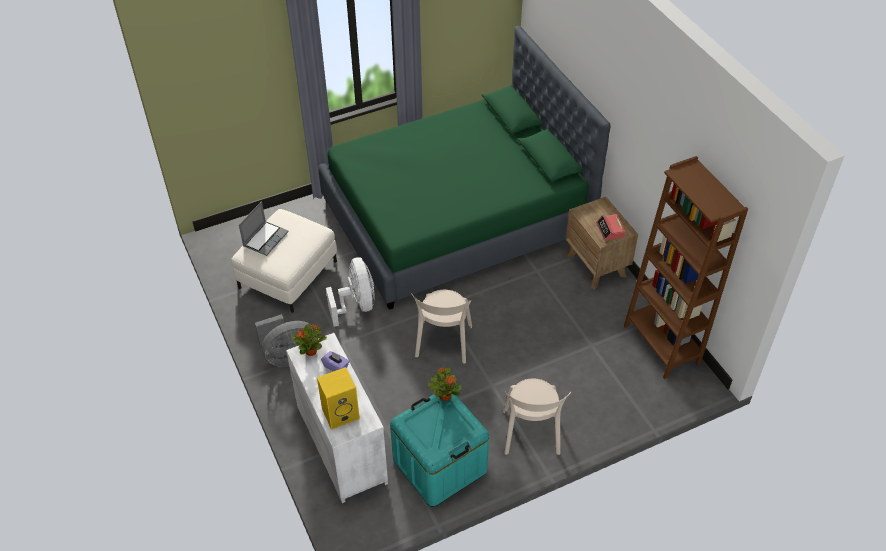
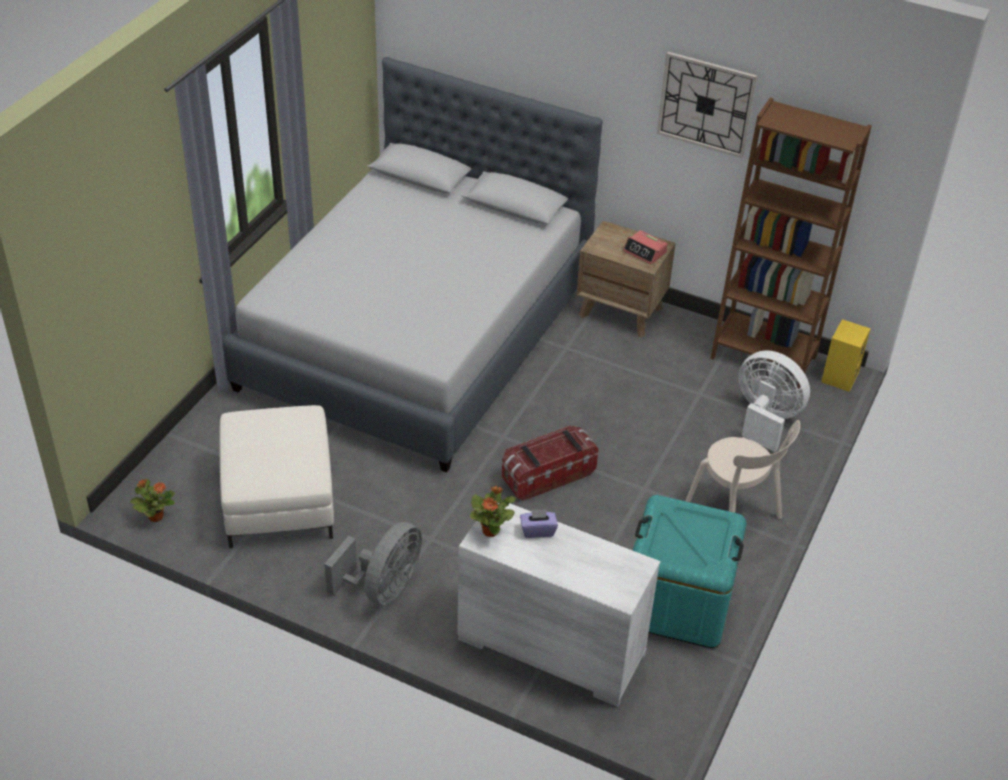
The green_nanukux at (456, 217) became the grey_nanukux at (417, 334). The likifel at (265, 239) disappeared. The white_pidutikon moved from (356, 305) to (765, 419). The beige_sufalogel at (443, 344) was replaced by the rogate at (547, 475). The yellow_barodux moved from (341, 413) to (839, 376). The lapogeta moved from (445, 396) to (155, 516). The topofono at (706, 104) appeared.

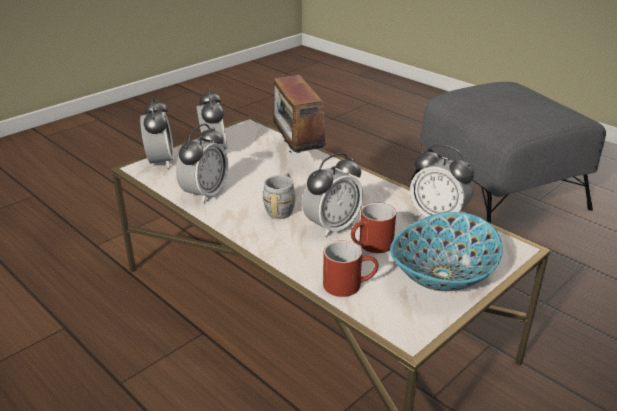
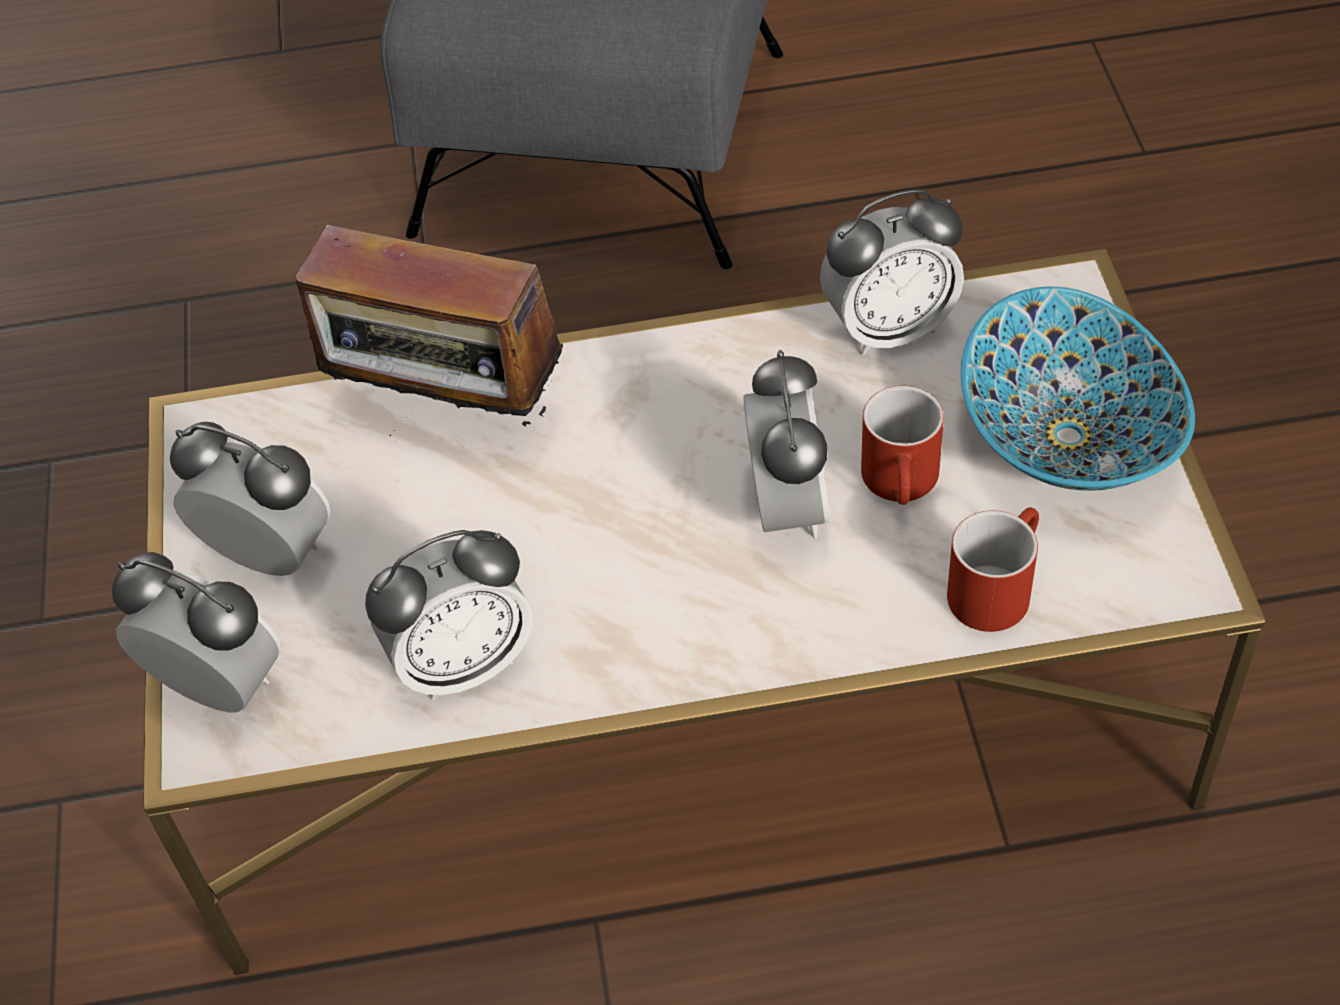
The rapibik at (205, 194) turned 90 degrees clockwise. The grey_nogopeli at (282, 208) disappeared.

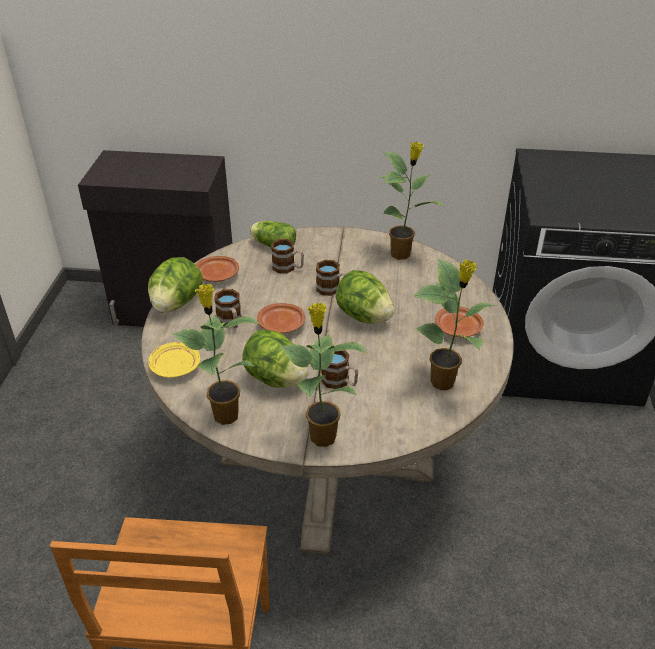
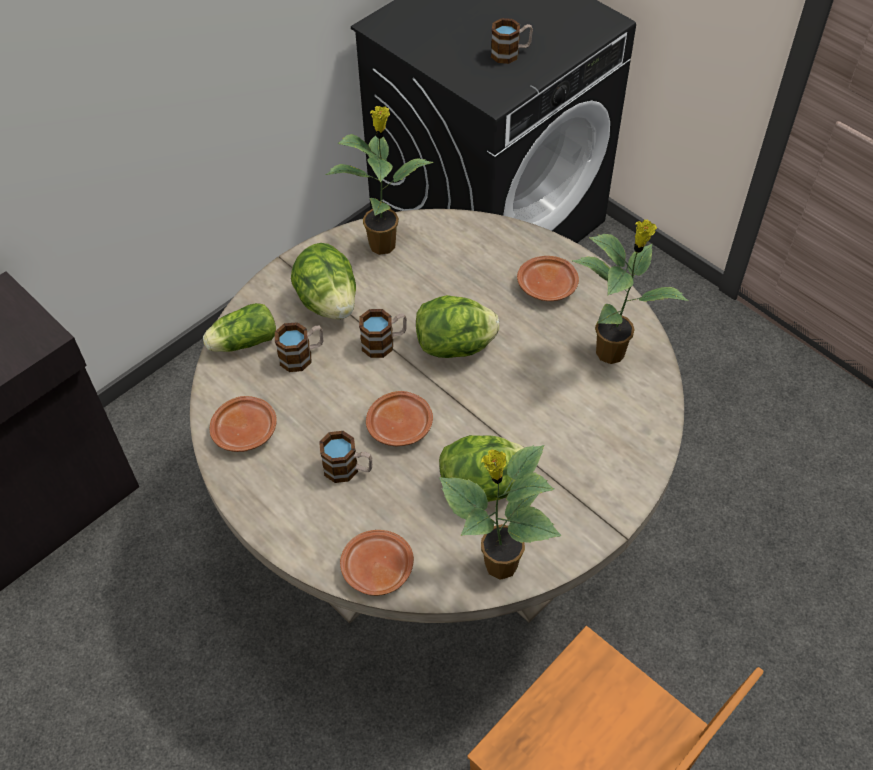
The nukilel moved from (176, 304) to (328, 302). The lapogeta at (322, 436) disappeared. The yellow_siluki at (175, 367) became the brown_siluki at (376, 569). The nogopeli moved from (340, 382) to (511, 53).

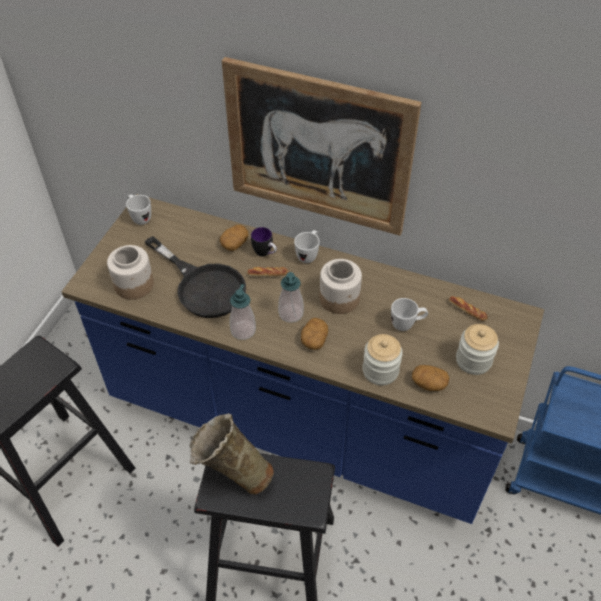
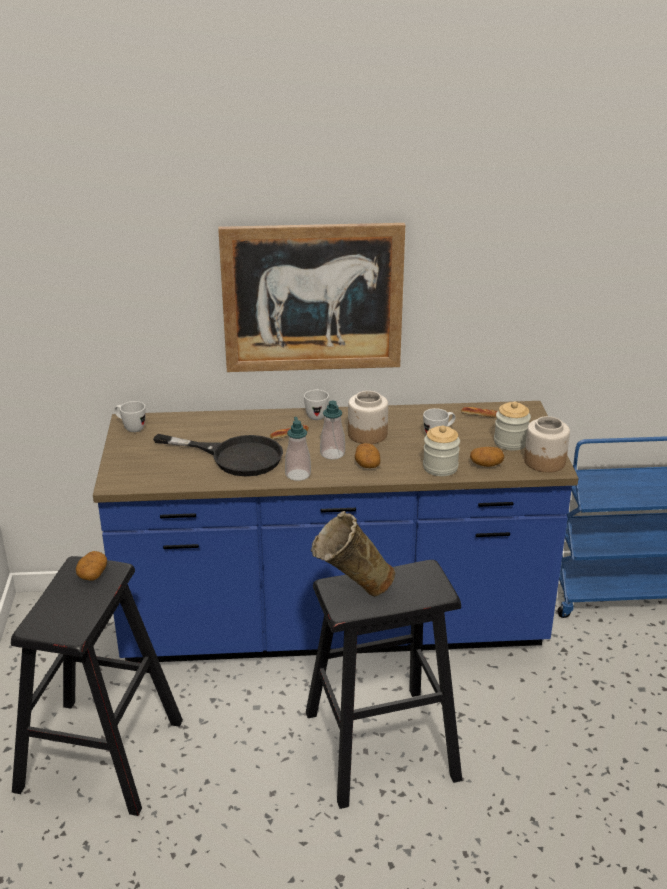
The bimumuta moved from (234, 243) to (92, 573). The nogopeli at (265, 254) disappeared. The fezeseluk moved from (134, 285) to (545, 462).

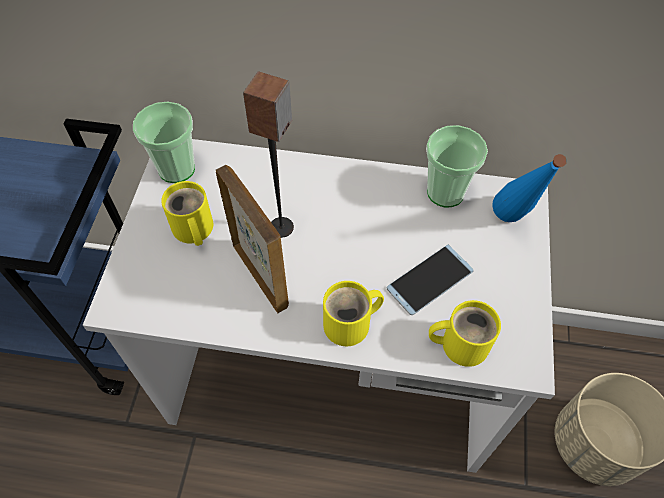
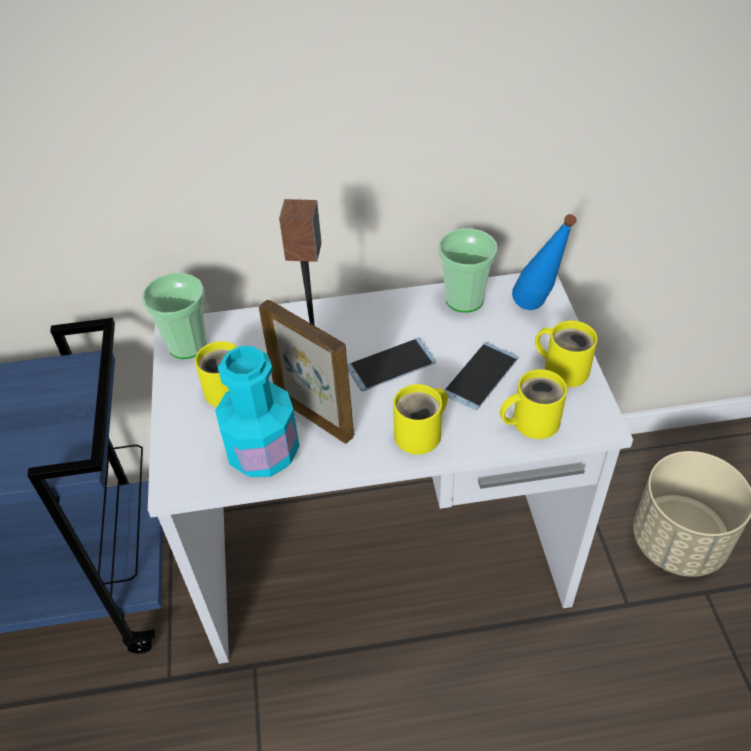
The yellow_nogopeli at (563, 368) appeared. The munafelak at (391, 365) appeared. The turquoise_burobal at (263, 452) appeared.

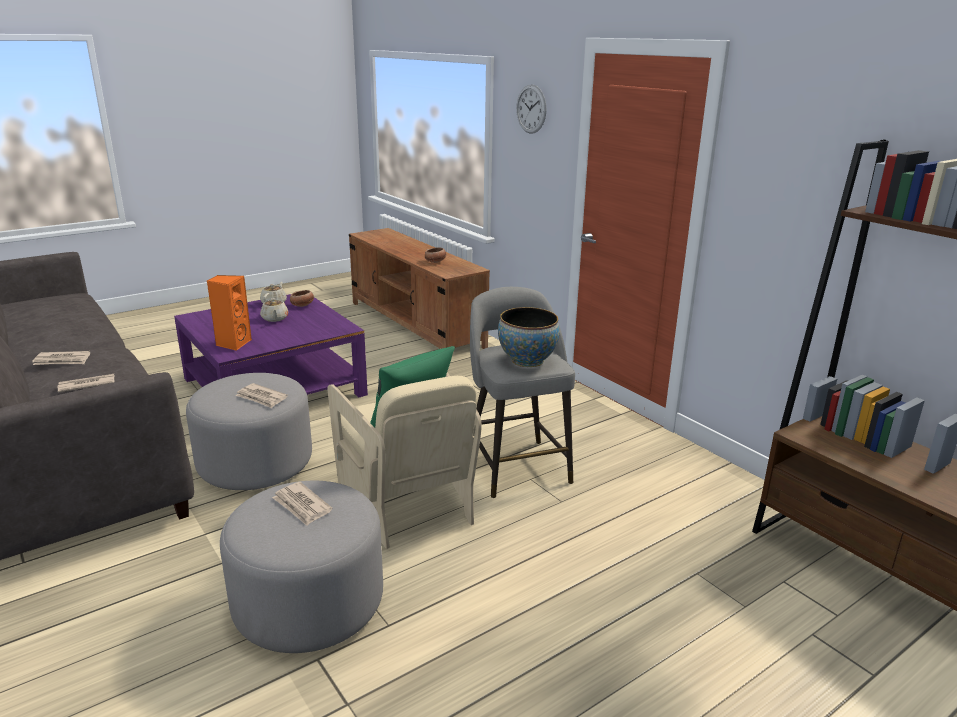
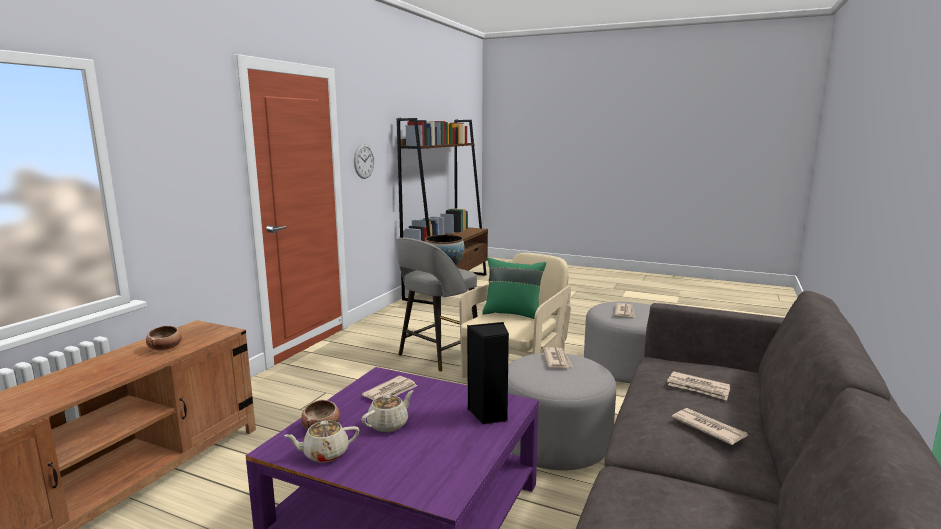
The topofono moved from (531, 109) to (364, 161). The orange_barodux at (233, 343) became the black_barodux at (489, 414). The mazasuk at (391, 392) appeared.

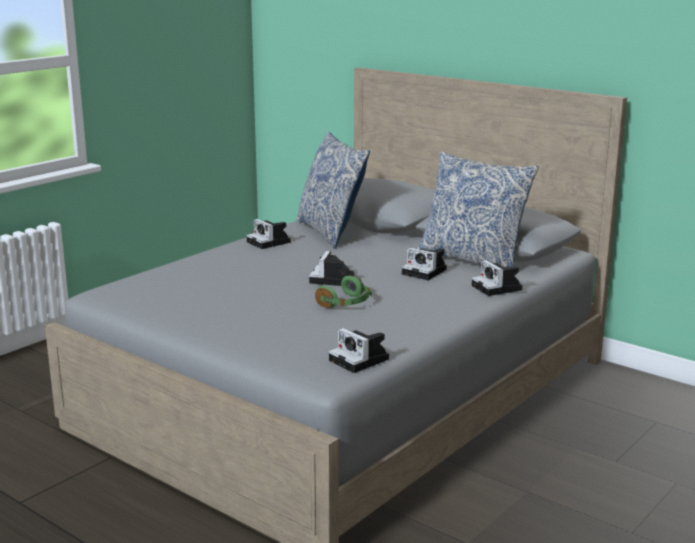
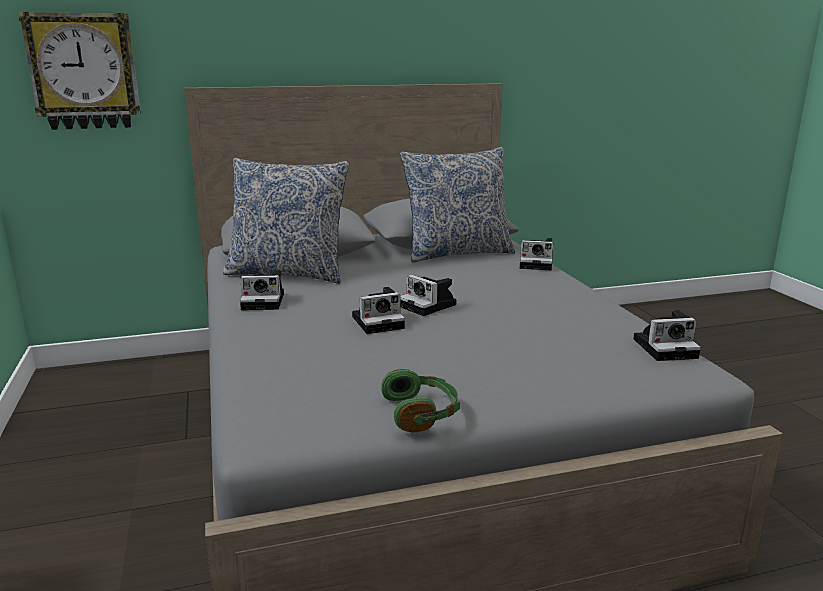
The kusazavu moved from (426, 272) to (379, 322). The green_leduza moved from (346, 303) to (421, 412). The topofono at (84, 72) appeared.

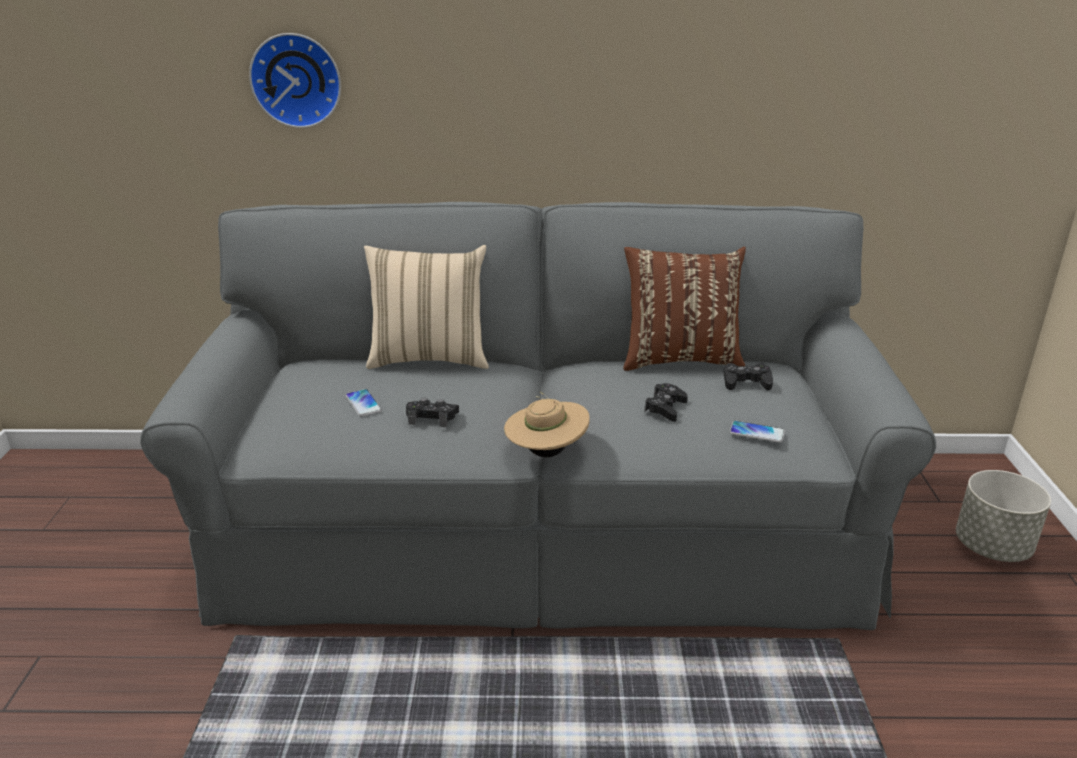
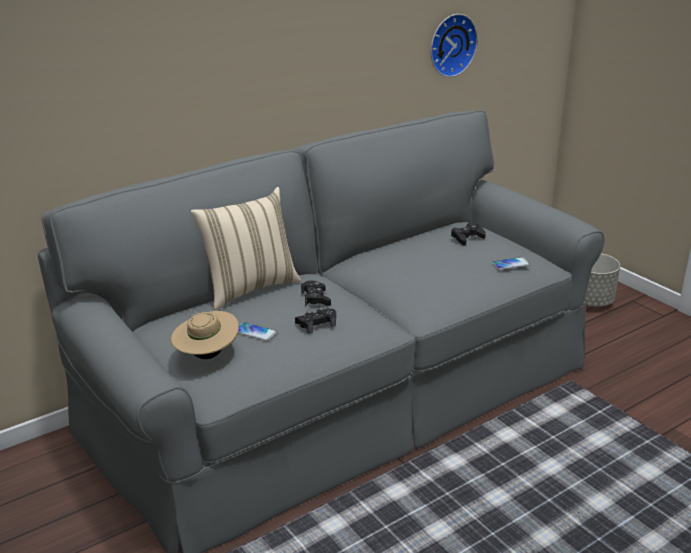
The topofono moved from (297, 80) to (450, 44). The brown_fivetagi at (680, 359) disappeared. The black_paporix moved from (665, 408) to (315, 298). The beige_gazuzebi moved from (546, 452) to (207, 355).

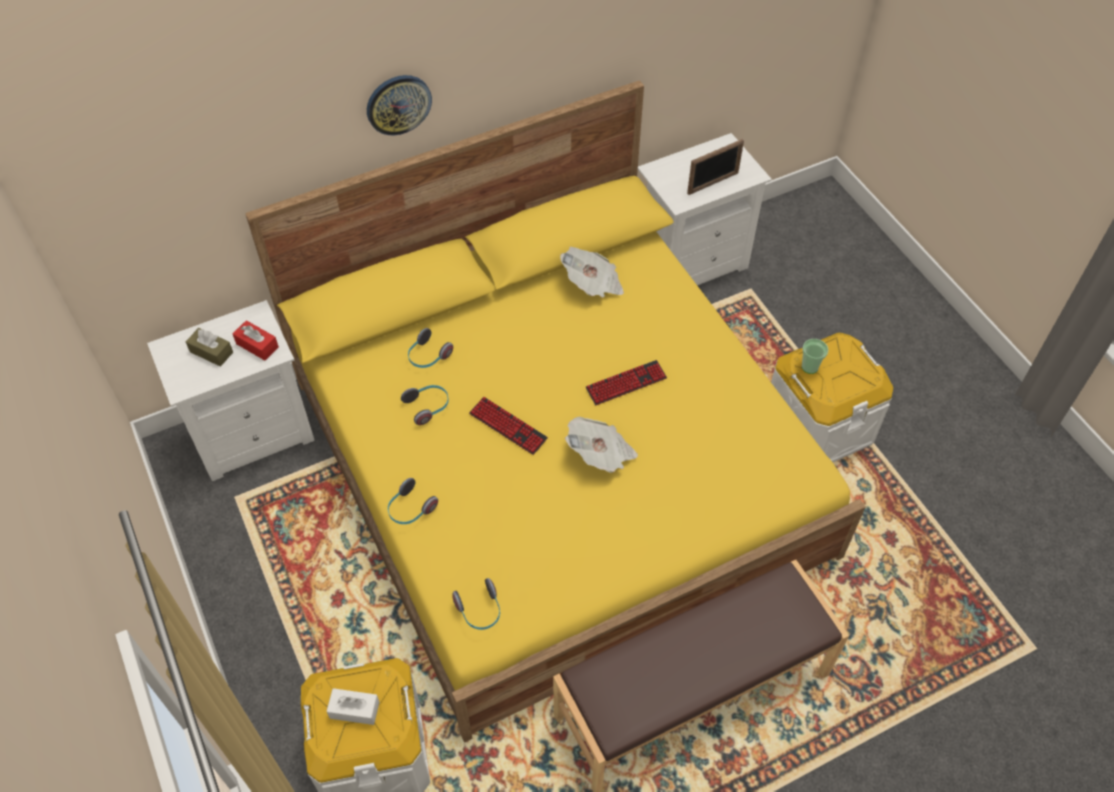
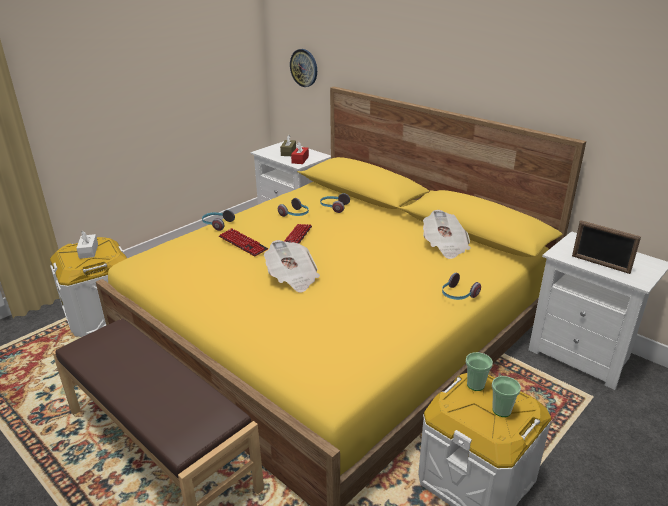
The topofono moved from (398, 104) to (304, 68). The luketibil moved from (626, 383) to (243, 243). The leduza moved from (480, 611) to (457, 295). The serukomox at (501, 410) appeared.

